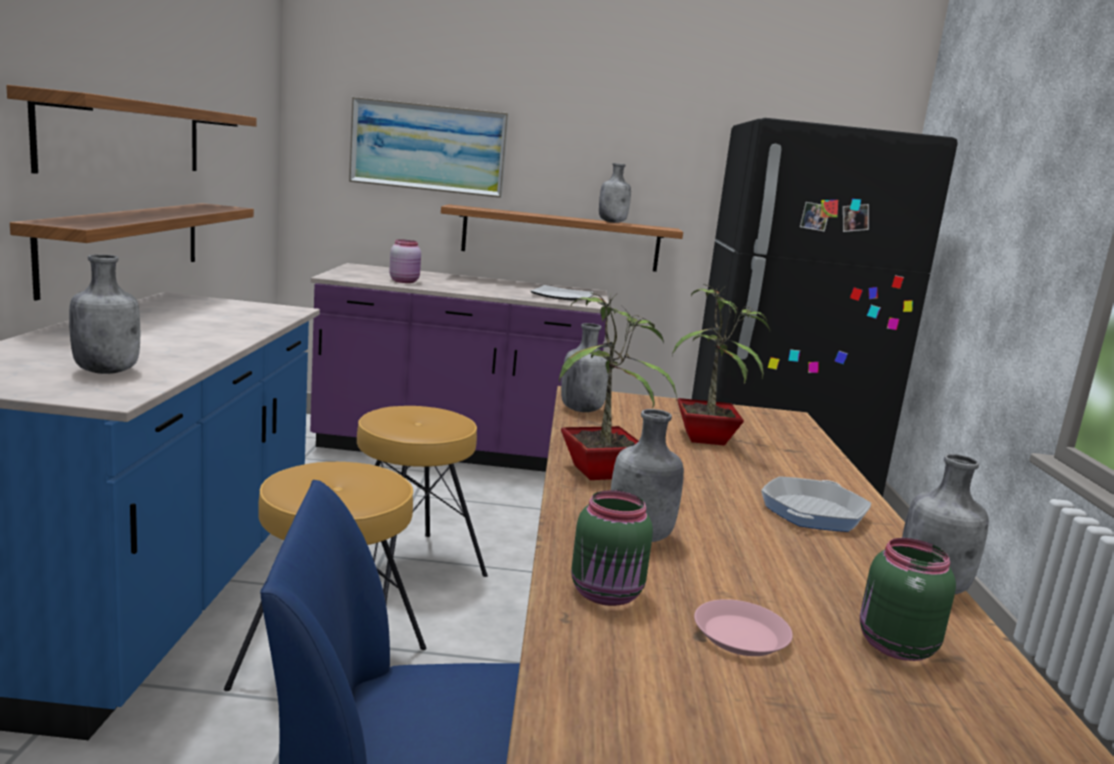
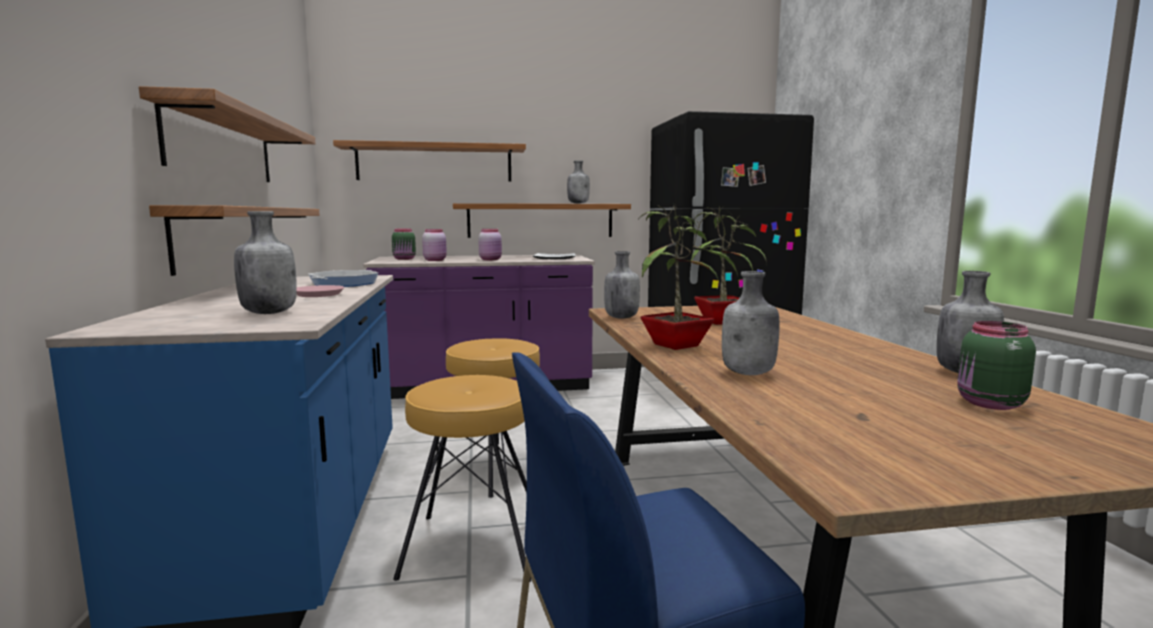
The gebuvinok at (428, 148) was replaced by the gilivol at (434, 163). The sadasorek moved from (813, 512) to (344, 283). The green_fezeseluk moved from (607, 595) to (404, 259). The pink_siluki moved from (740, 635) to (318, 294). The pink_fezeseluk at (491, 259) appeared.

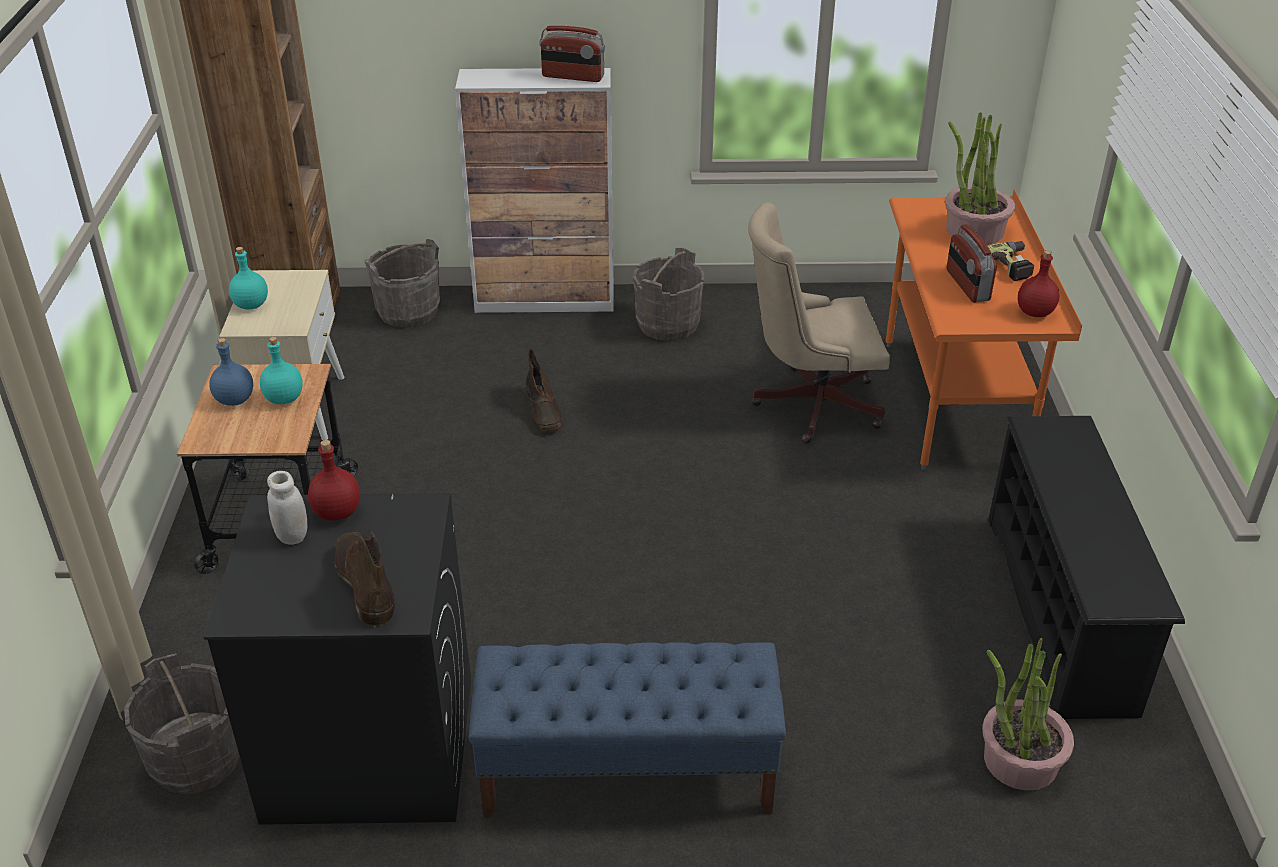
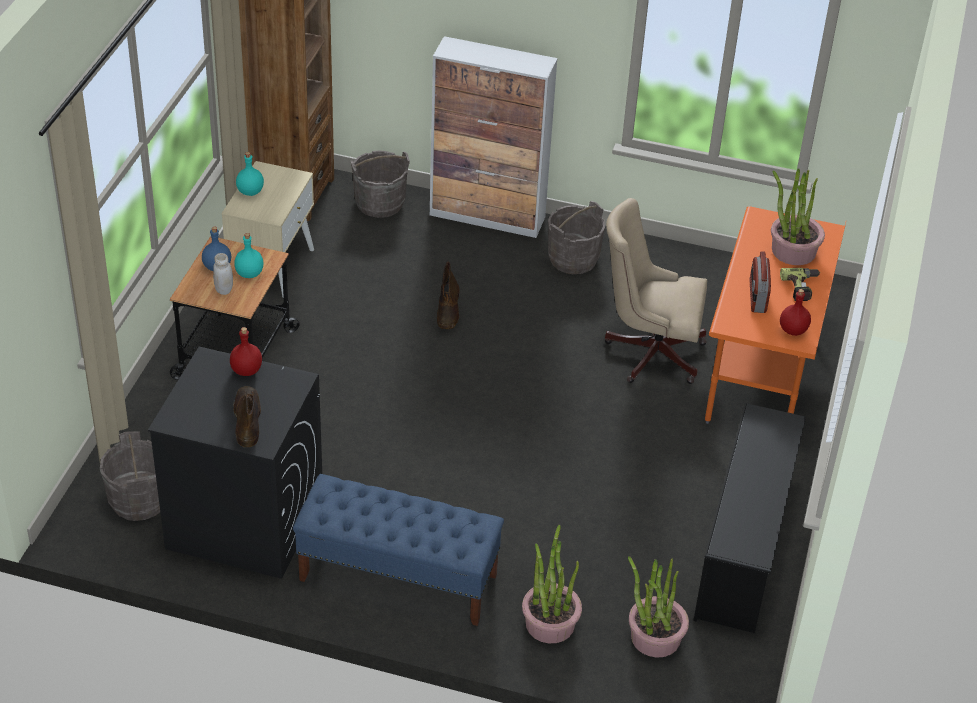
The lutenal at (573, 77) disappeared. The white_fezeseluk moved from (292, 536) to (224, 289). The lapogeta at (550, 623) appeared.

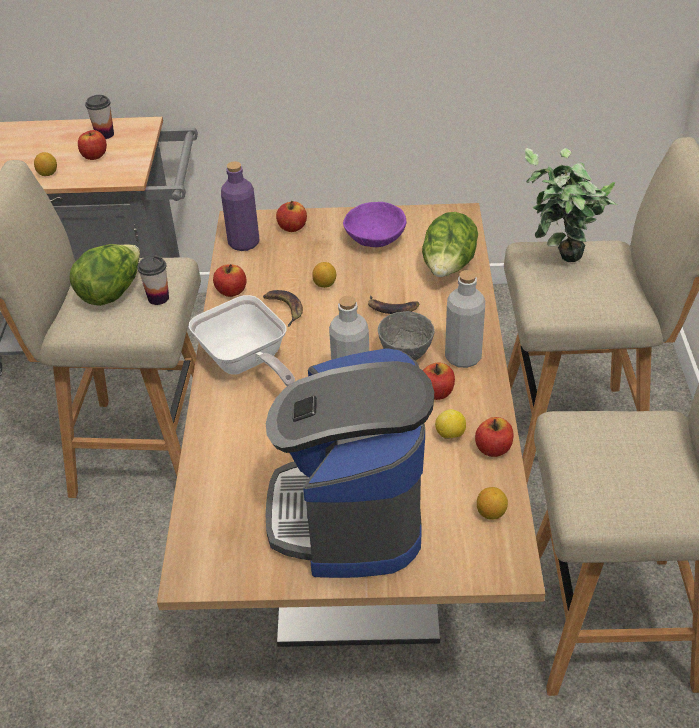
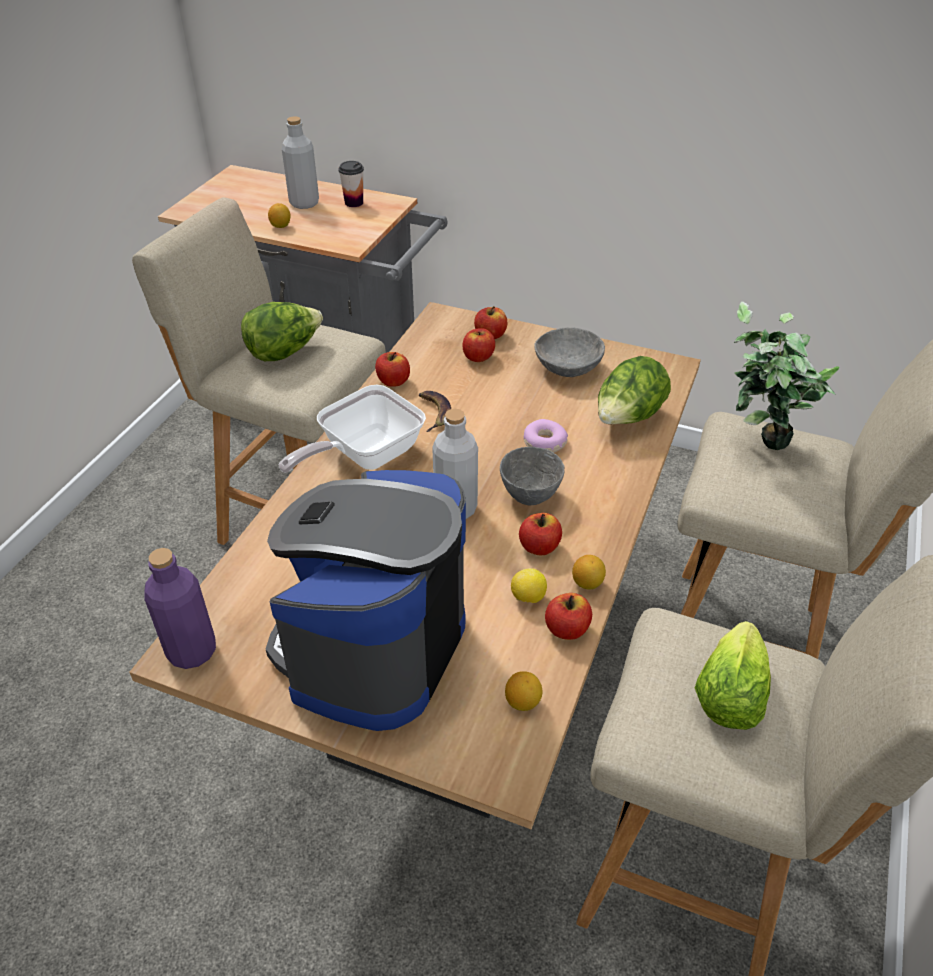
The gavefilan moved from (94, 156) to (478, 357). The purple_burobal moved from (244, 243) to (192, 651). The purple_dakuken at (375, 238) became the grey_dakuken at (568, 367). The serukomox at (158, 298) disappeared. The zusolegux moved from (325, 284) to (587, 583). The grey_burobal moved from (463, 357) to (304, 203). The sadasorek at (246, 363) turned 60 degrees clockwise. The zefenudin at (392, 308) was replaced by the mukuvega at (544, 443). The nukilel at (728, 696) appeared.

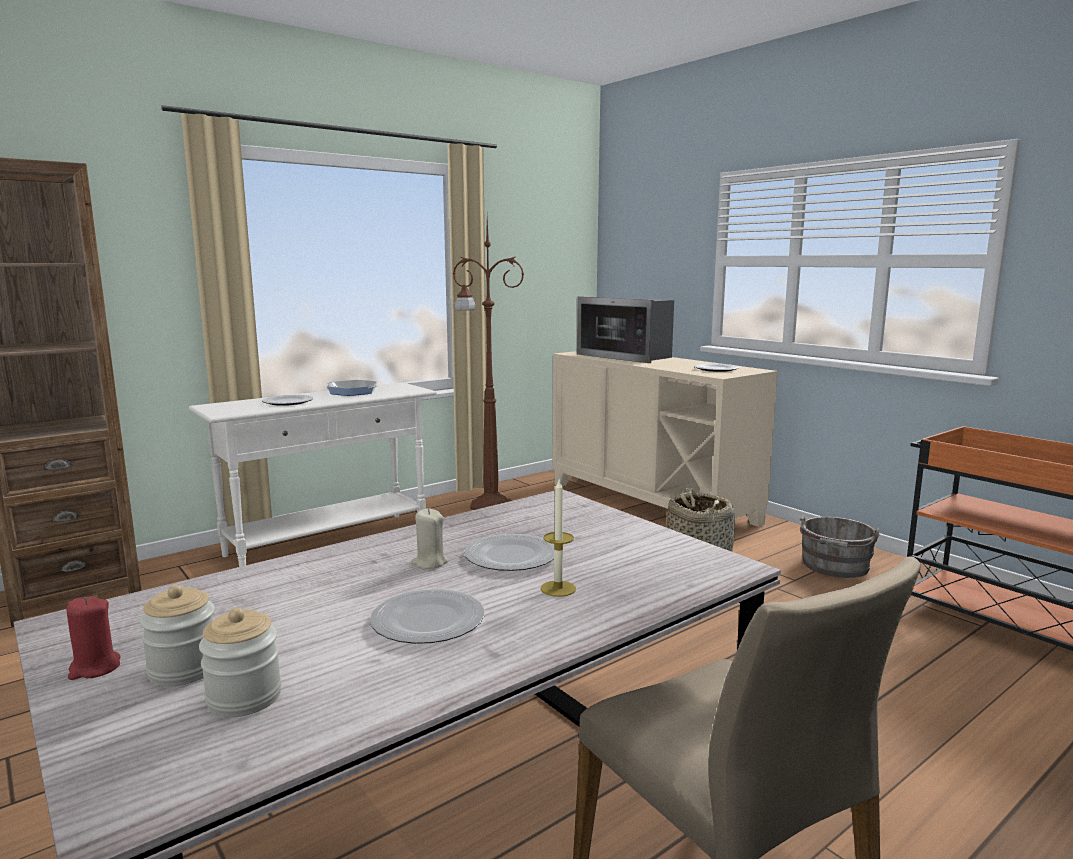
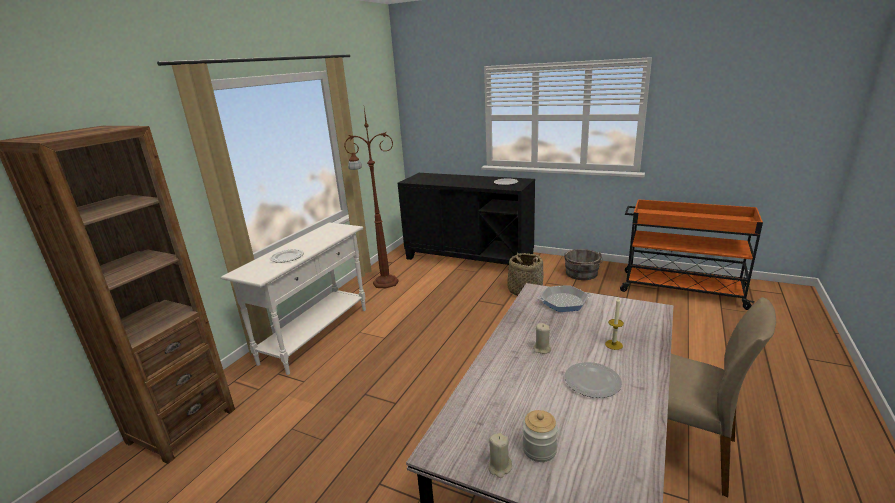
The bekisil at (627, 356) disappeared. The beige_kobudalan at (651, 503) became the black_kobudalan at (468, 258). The sadasorek moved from (352, 392) to (564, 302). The siluki at (512, 557) disappeared. The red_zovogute at (94, 668) became the beige_zovogute at (499, 467). The fezeseluk at (244, 697) disappeared.

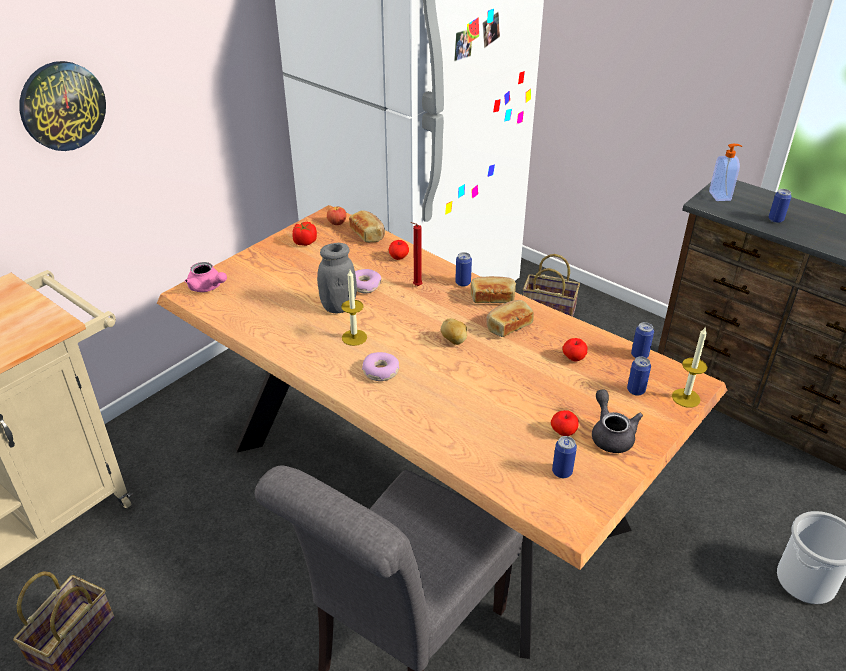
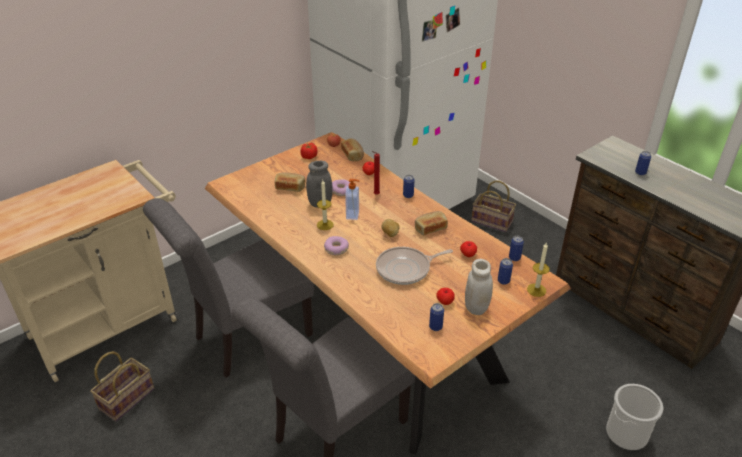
The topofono at (62, 106) disappeared. The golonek moved from (720, 196) to (353, 215). The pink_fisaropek at (208, 287) disappeared. The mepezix moved from (492, 298) to (290, 187). The grey_fisaropek at (611, 435) was replaced by the white_fezeseluk at (476, 307). The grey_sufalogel at (246, 338) appeared. The sadasorek at (406, 269) appeared.

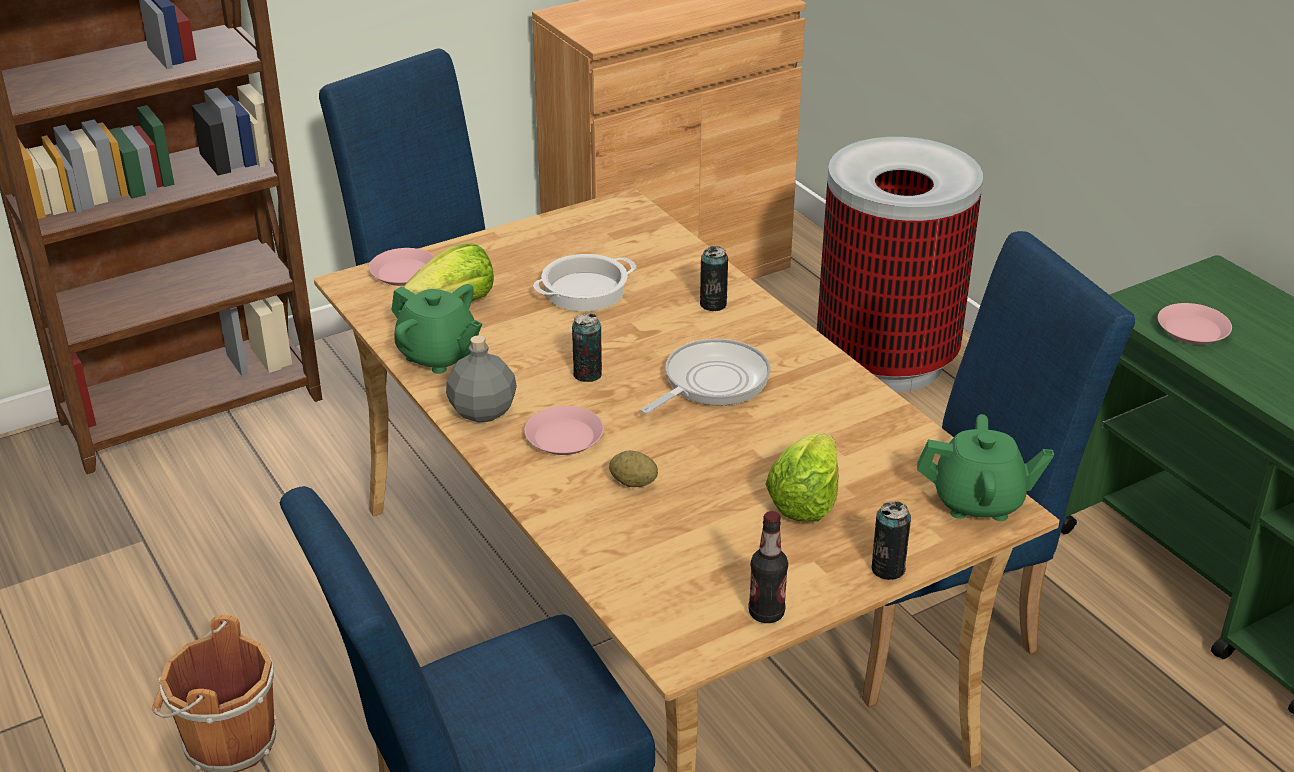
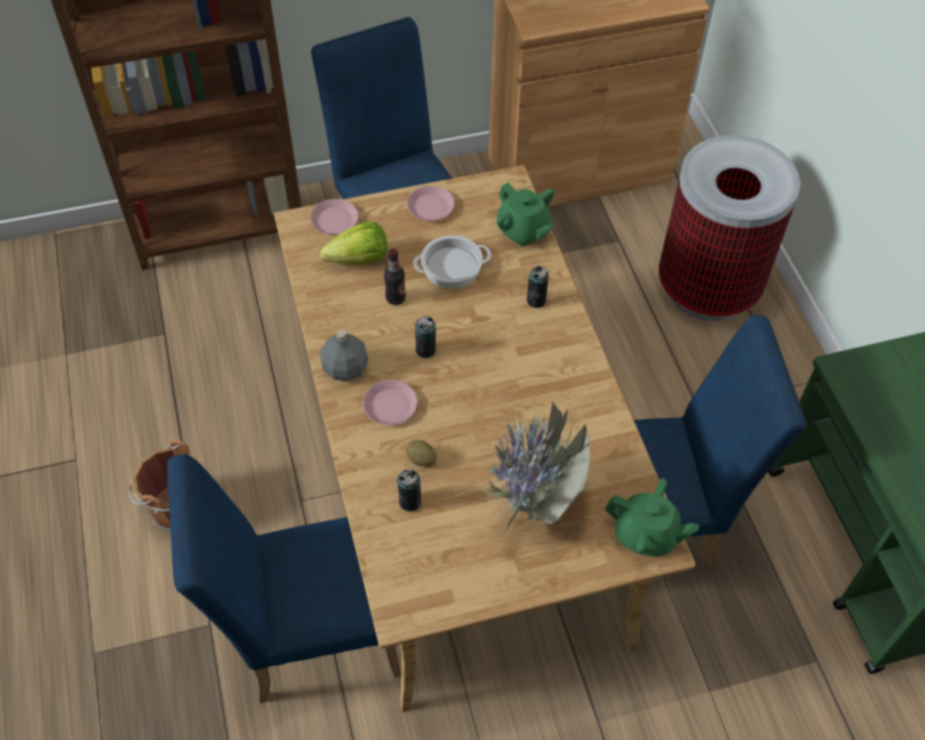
The green_fisaropek moved from (438, 356) to (523, 231). The pink_siluki moved from (1192, 330) to (430, 207). The sadasorek at (711, 382) disappeared. The nukilel at (805, 501) was replaced by the lapogeta at (528, 504). The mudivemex moved from (887, 569) to (410, 501). The burobal moved from (766, 613) to (395, 298).

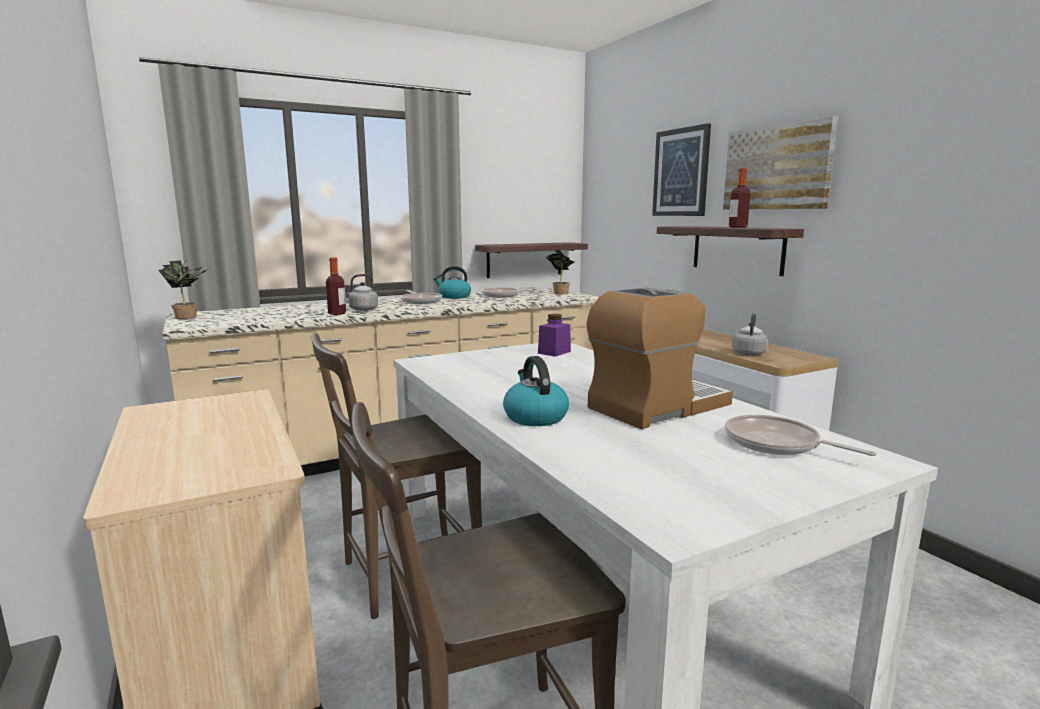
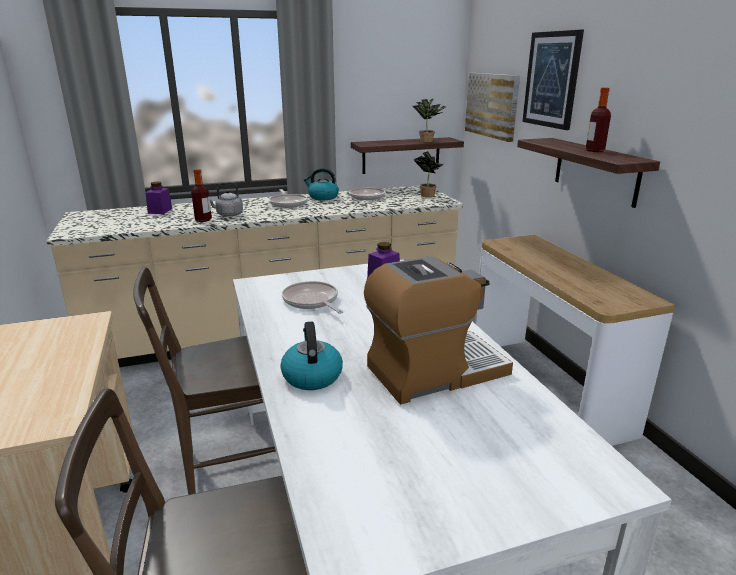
The gebuvinok moved from (777, 167) to (492, 105). The lapogeta moved from (189, 317) to (428, 141). The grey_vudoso at (748, 353) disappeared. The sadasorek moved from (776, 444) to (312, 301). The purple_fezeseluk at (160, 211) appeared.

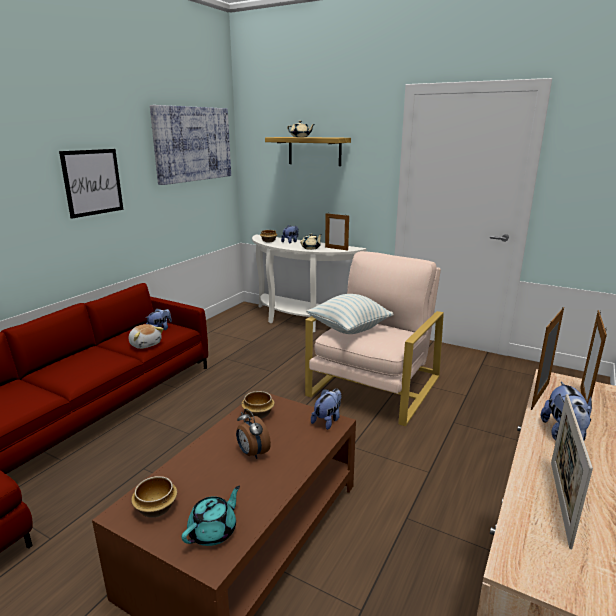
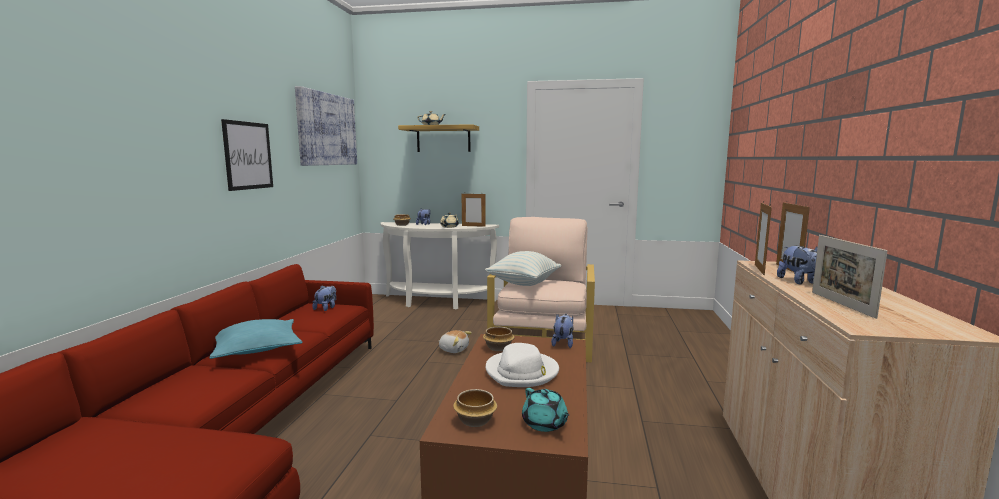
The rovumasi moved from (145, 344) to (454, 349). The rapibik at (252, 453) was replaced by the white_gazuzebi at (522, 372). The turquoise_fisaropek at (213, 531) turned 135 degrees clockwise. The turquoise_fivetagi at (257, 348) appeared.

